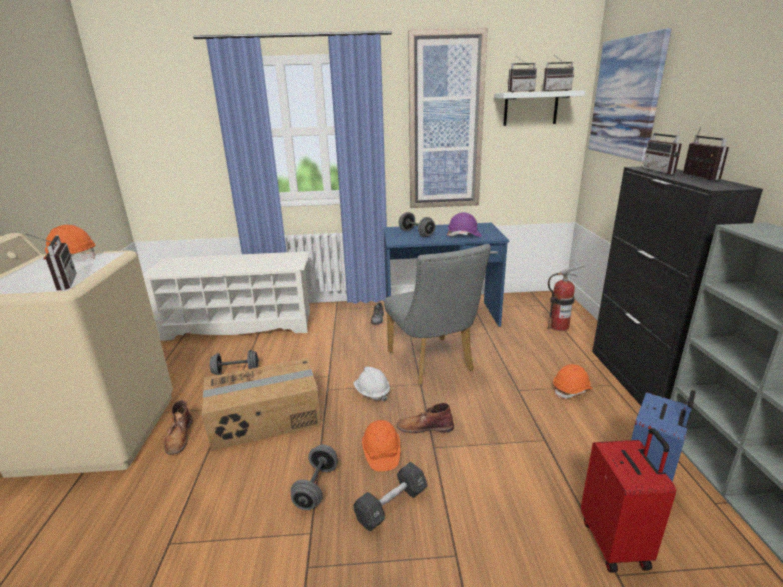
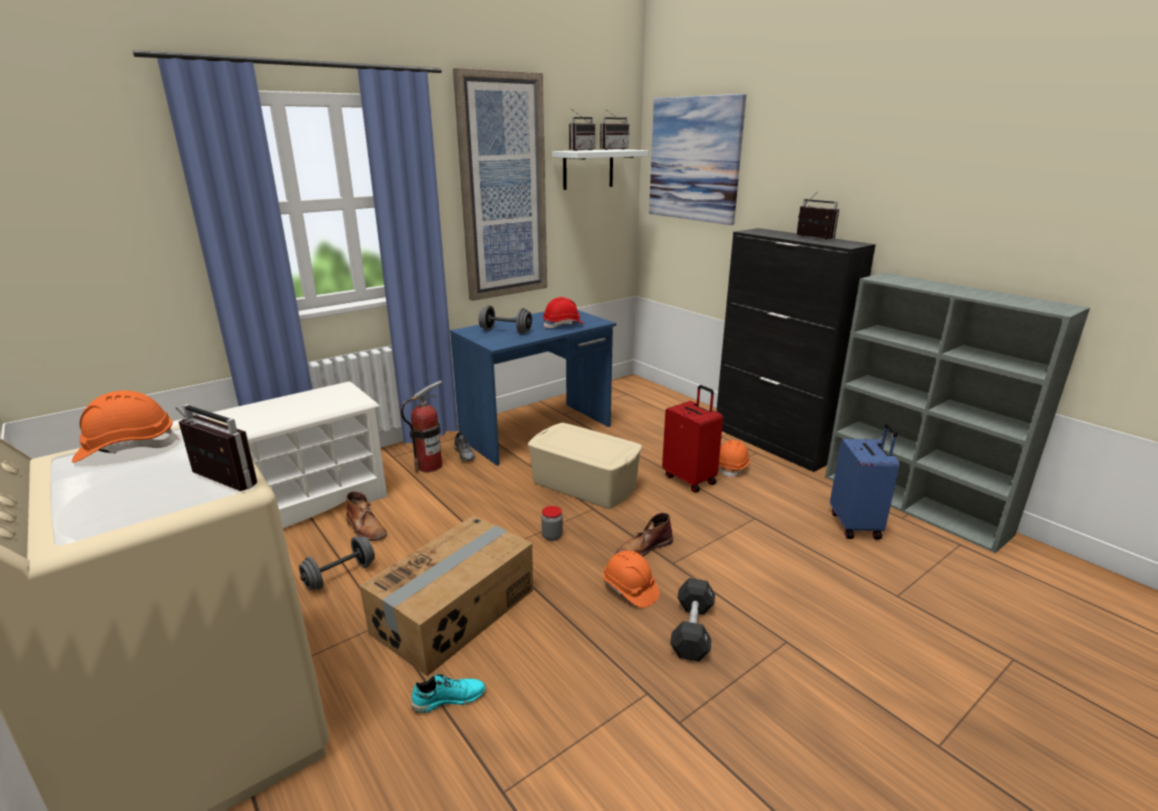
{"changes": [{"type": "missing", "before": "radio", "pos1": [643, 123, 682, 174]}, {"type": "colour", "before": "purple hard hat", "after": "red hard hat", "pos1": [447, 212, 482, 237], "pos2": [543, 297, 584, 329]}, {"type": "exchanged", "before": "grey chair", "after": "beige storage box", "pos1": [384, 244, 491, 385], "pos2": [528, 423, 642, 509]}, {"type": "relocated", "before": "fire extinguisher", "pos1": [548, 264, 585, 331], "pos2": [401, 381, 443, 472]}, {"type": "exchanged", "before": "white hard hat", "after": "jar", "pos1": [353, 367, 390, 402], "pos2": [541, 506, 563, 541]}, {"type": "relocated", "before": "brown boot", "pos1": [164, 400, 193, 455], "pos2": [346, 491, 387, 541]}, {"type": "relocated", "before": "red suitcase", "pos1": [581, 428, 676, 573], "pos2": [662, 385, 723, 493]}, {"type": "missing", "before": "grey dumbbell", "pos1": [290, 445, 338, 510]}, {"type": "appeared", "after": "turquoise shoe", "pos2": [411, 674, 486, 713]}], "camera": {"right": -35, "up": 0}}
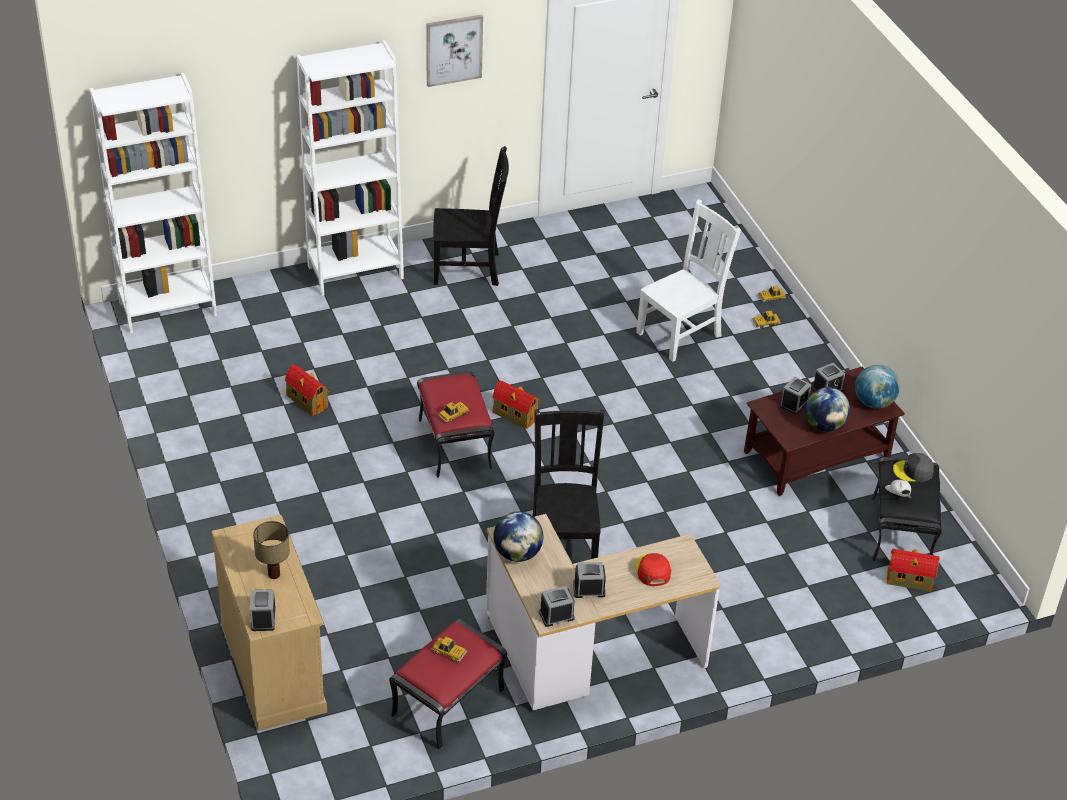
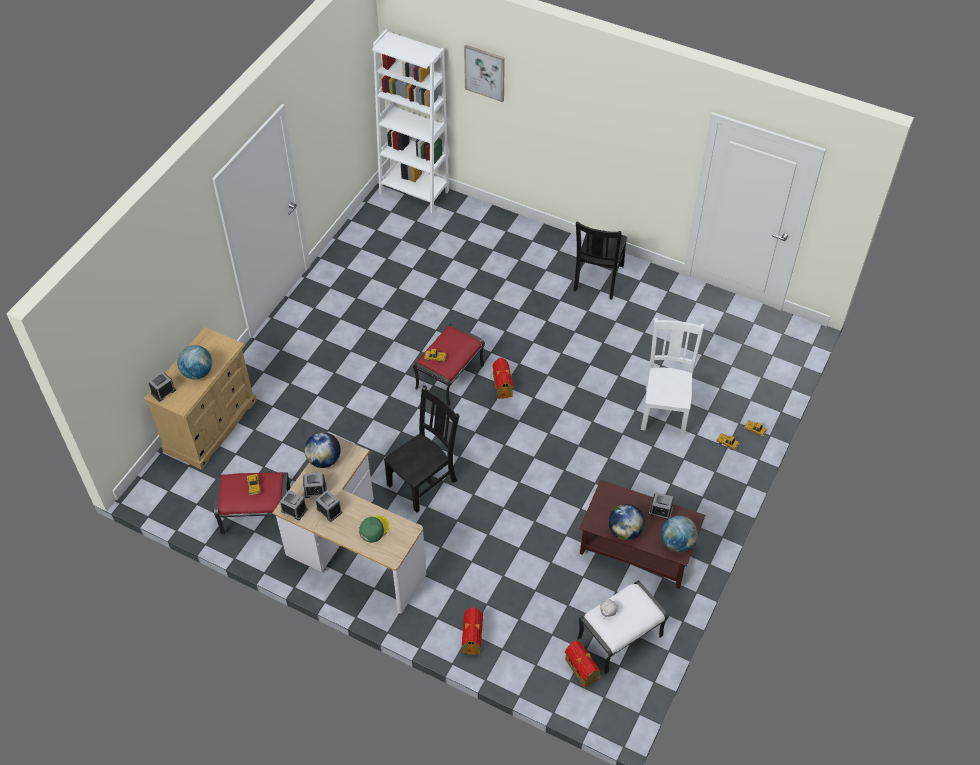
{"changes": [{"type": "relocated", "before": "picture", "pos1": [427, 15, 483, 87], "pos2": [464, 44, 505, 102]}, {"type": "missing", "before": "white bookcase", "pos1": [297, 40, 404, 296]}, {"type": "spun", "before": "black chair", "pos1": [433, 146, 509, 286], "pos2": [573, 221, 627, 299], "turn": 60}, {"type": "spun", "before": "white chair", "pos1": [636, 199, 741, 362], "pos2": [641, 318, 705, 436], "turn": -90}, {"type": "relocated", "before": "toy house", "pos1": [285, 364, 329, 416], "pos2": [462, 607, 483, 654]}, {"type": "relocated", "before": "alarm clock", "pos1": [780, 376, 811, 414], "pos2": [303, 472, 327, 498]}, {"type": "missing", "before": "grey cap", "pos1": [893, 453, 934, 482]}, {"type": "colour", "before": "black ottoman", "after": "white ottoman", "pos1": [872, 457, 942, 561], "pos2": [577, 581, 669, 674]}, {"type": "exchanged", "before": "table lamp", "after": "globe", "pos1": [253, 521, 290, 579], "pos2": [177, 345, 212, 379]}, {"type": "colour", "before": "red cap", "after": "green cap", "pos1": [635, 553, 671, 586], "pos2": [359, 516, 390, 543]}], "camera": {"right": 50, "up": 10}}
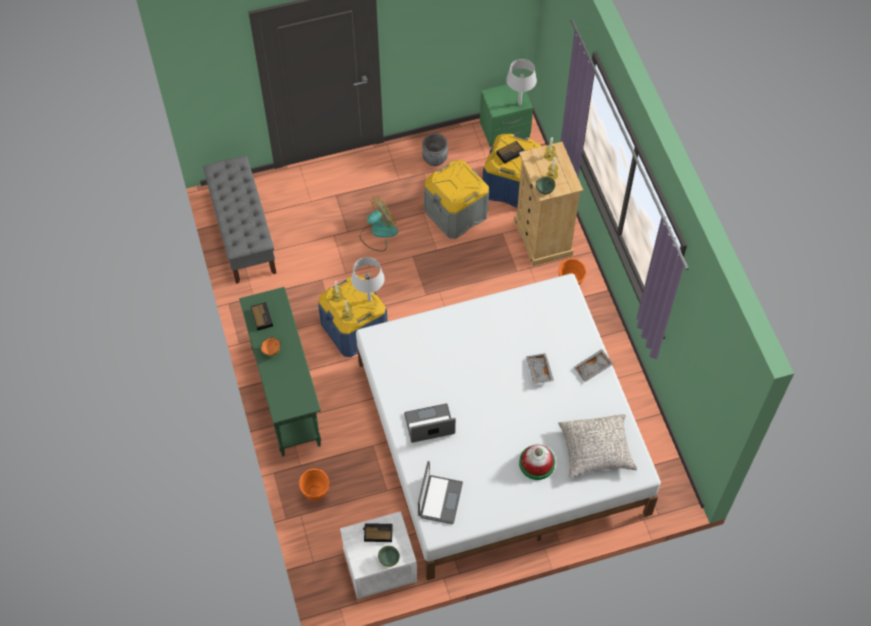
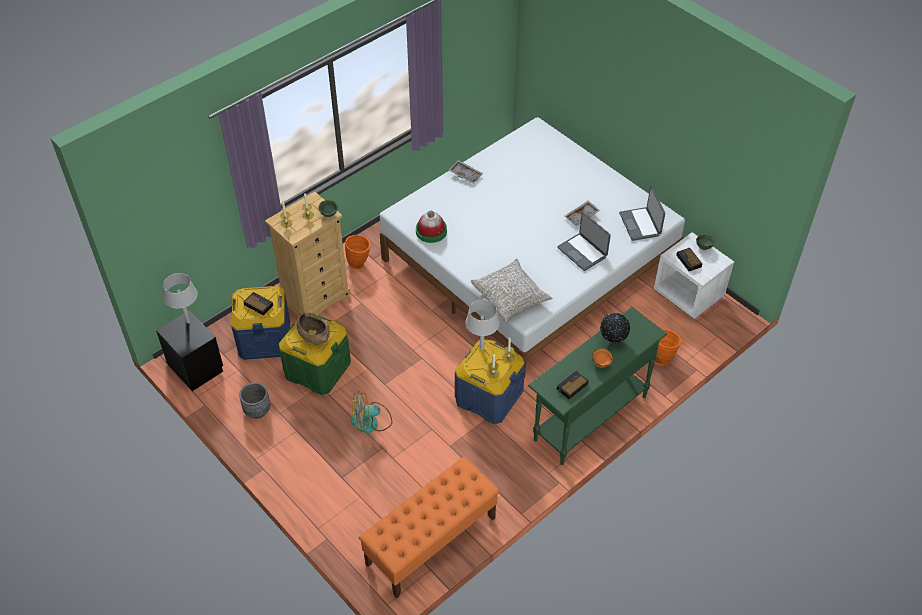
{"changes": [{"type": "colour", "before": "green nightstand", "after": "black nightstand", "pos1": [480, 84, 533, 147], "pos2": [156, 310, 223, 391]}, {"type": "colour", "before": "grey bench", "after": "orange bench", "pos1": [203, 156, 276, 284], "pos2": [359, 457, 500, 598]}, {"type": "colour", "before": "grey storage box", "after": "green storage box", "pos1": [424, 160, 489, 239], "pos2": [279, 313, 351, 395]}, {"type": "spun", "before": "fan", "pos1": [360, 196, 398, 252], "pos2": [350, 391, 393, 433], "turn": -45}, {"type": "relocated", "before": "grey tray", "pos1": [526, 353, 554, 384], "pos2": [565, 201, 600, 226]}, {"type": "relocated", "before": "grey pillow", "pos1": [558, 414, 637, 478], "pos2": [471, 259, 552, 322]}, {"type": "relocated", "before": "hat", "pos1": [519, 445, 555, 480], "pos2": [416, 211, 447, 243]}, {"type": "spun", "before": "laptop", "pos1": [418, 461, 463, 524], "pos2": [619, 186, 665, 241], "turn": -90}, {"type": "appeared", "after": "brown bowl", "pos2": [296, 313, 330, 344]}, {"type": "appeared", "after": "globe", "pos2": [600, 313, 630, 343]}], "camera": {"right": -115, "up": -10}}
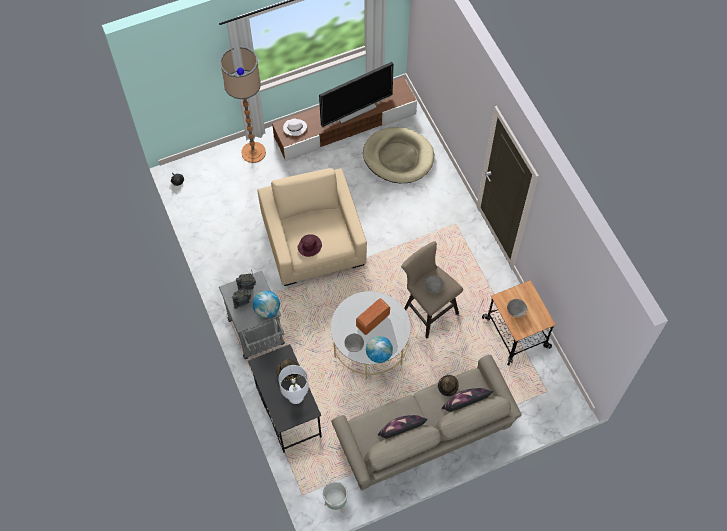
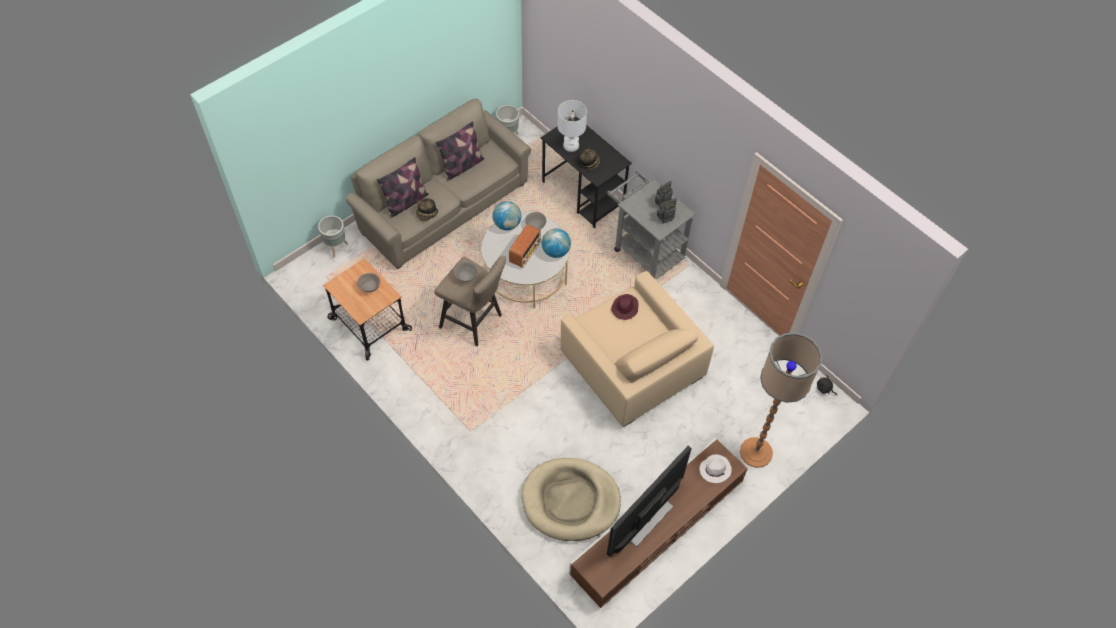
{"changes": [{"type": "relocated", "before": "globe", "pos1": [253, 291, 280, 318], "pos2": [542, 228, 571, 258]}, {"type": "appeared", "after": "grey planter", "pos2": [318, 216, 348, 257]}], "camera": {"right": 160, "up": -5}}
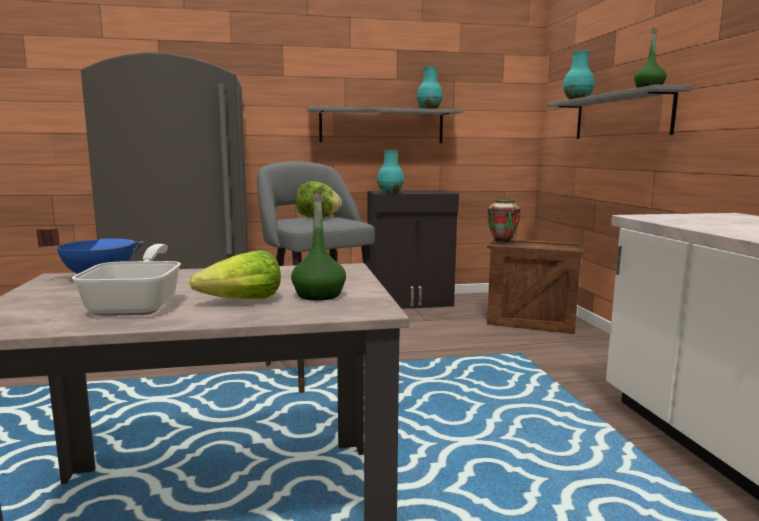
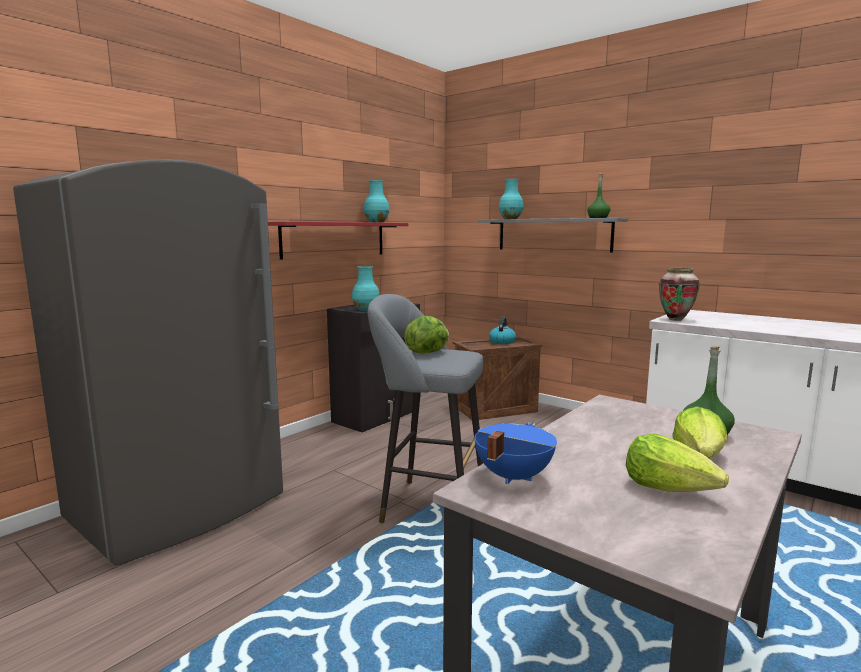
{"changes": [{"type": "colour", "before": "grey shelf", "after": "red shelf", "pos1": [307, 106, 463, 143], "pos2": [268, 221, 408, 260]}, {"type": "relocated", "before": "vase", "pos1": [487, 198, 521, 245], "pos2": [659, 268, 700, 321]}, {"type": "exchanged", "before": "frying pan", "after": "lettuce", "pos1": [72, 244, 181, 316], "pos2": [626, 433, 729, 492]}, {"type": "appeared", "after": "kettle", "pos2": [489, 317, 516, 344]}], "camera": {"right": -40, "up": 0}}
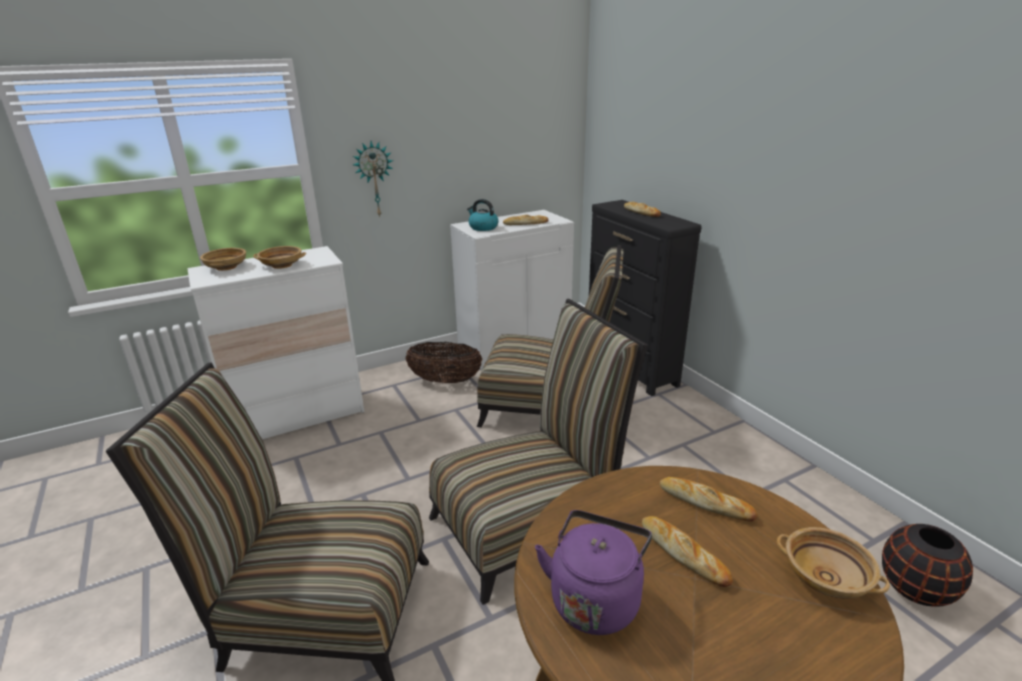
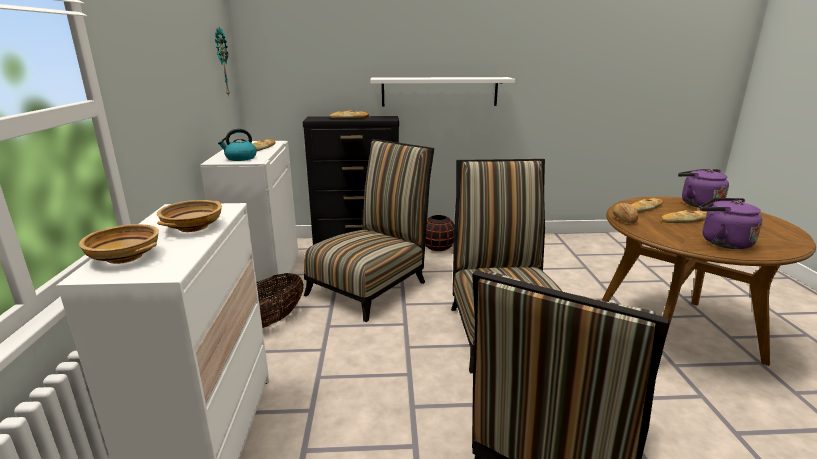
{"changes": [{"type": "relocated", "before": "wall clock", "pos1": [353, 141, 393, 218], "pos2": [215, 27, 230, 97]}, {"type": "relocated", "before": "black vase", "pos1": [882, 524, 973, 607], "pos2": [425, 215, 454, 251]}, {"type": "exchanged", "before": "beige bowl", "after": "purple kettle", "pos1": [777, 527, 890, 599], "pos2": [678, 169, 729, 208]}, {"type": "appeared", "after": "white shelf", "pos2": [370, 77, 515, 107]}, {"type": "appeared", "after": "bread", "pos2": [613, 203, 639, 224]}], "camera": {"right": -65, "up": -5}}
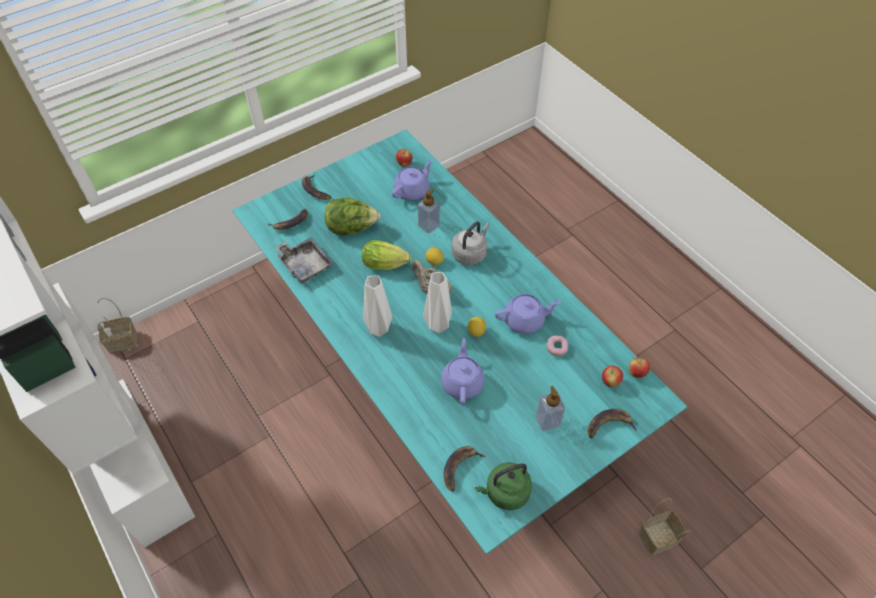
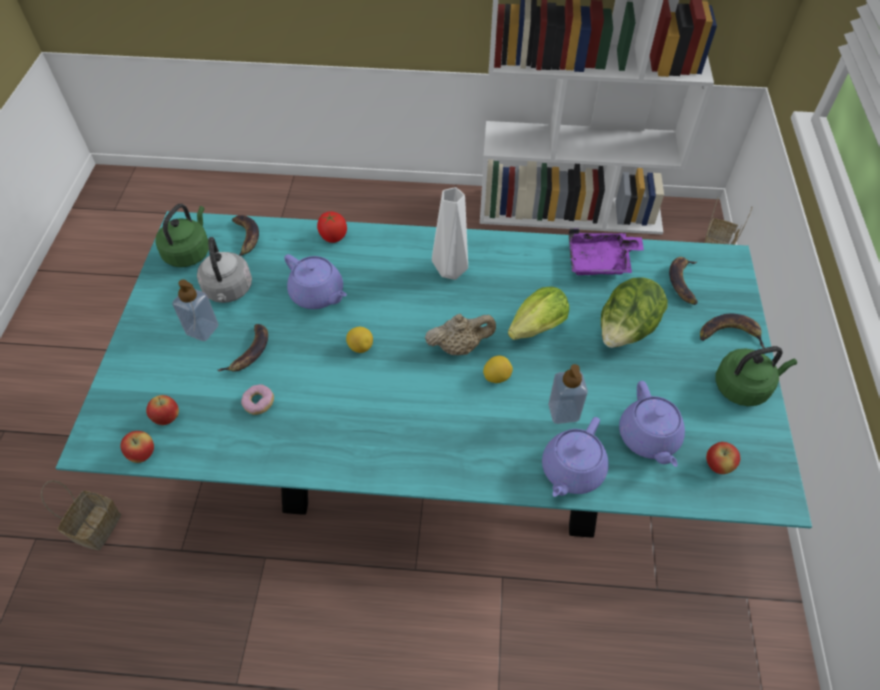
{"changes": [{"type": "relocated", "before": "grey kettle", "pos1": [451, 221, 489, 265], "pos2": [197, 237, 252, 303]}, {"type": "colour", "before": "grey tray", "after": "purple tray", "pos1": [275, 237, 334, 283], "pos2": [569, 228, 644, 275]}, {"type": "missing", "before": "white vase", "pos1": [423, 272, 452, 333]}, {"type": "relocated", "before": "purple teapot", "pos1": [495, 294, 561, 334], "pos2": [542, 417, 609, 497]}, {"type": "relocated", "before": "banana", "pos1": [588, 409, 638, 438], "pos2": [217, 324, 268, 372]}, {"type": "appeared", "after": "tomato", "pos2": [317, 211, 347, 243]}, {"type": "appeared", "after": "green kettle", "pos2": [716, 346, 797, 406]}], "camera": {"right": 130, "up": 0}}
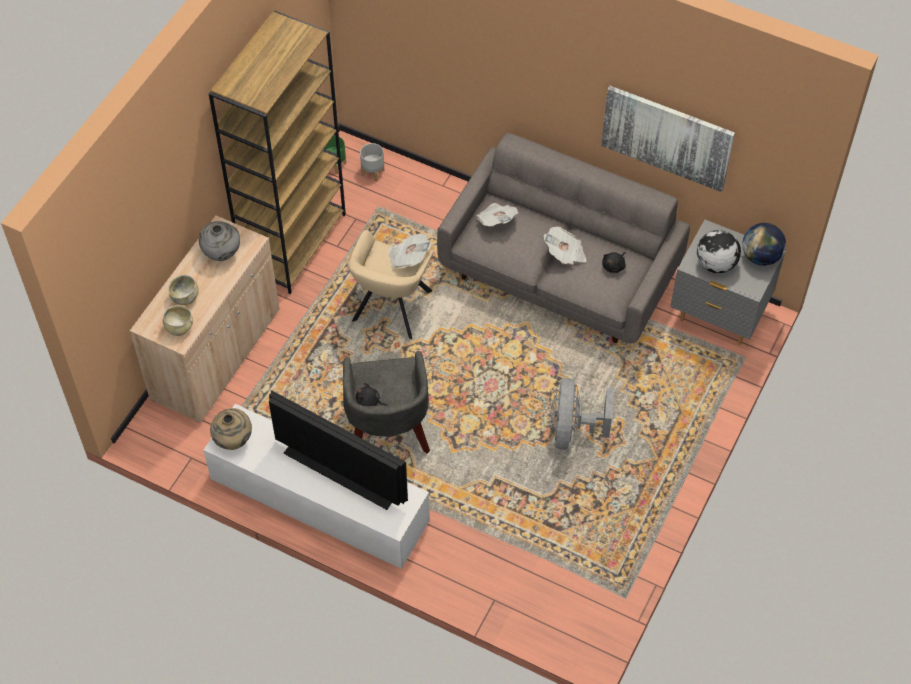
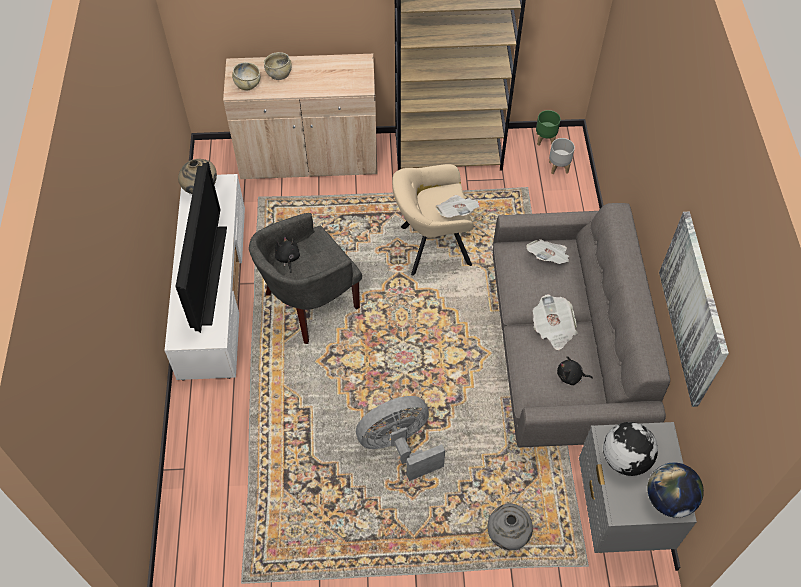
{"changes": [{"type": "relocated", "before": "grey vase", "pos1": [199, 221, 240, 261], "pos2": [488, 504, 533, 550]}], "camera": {"right": 60, "up": 0}}
